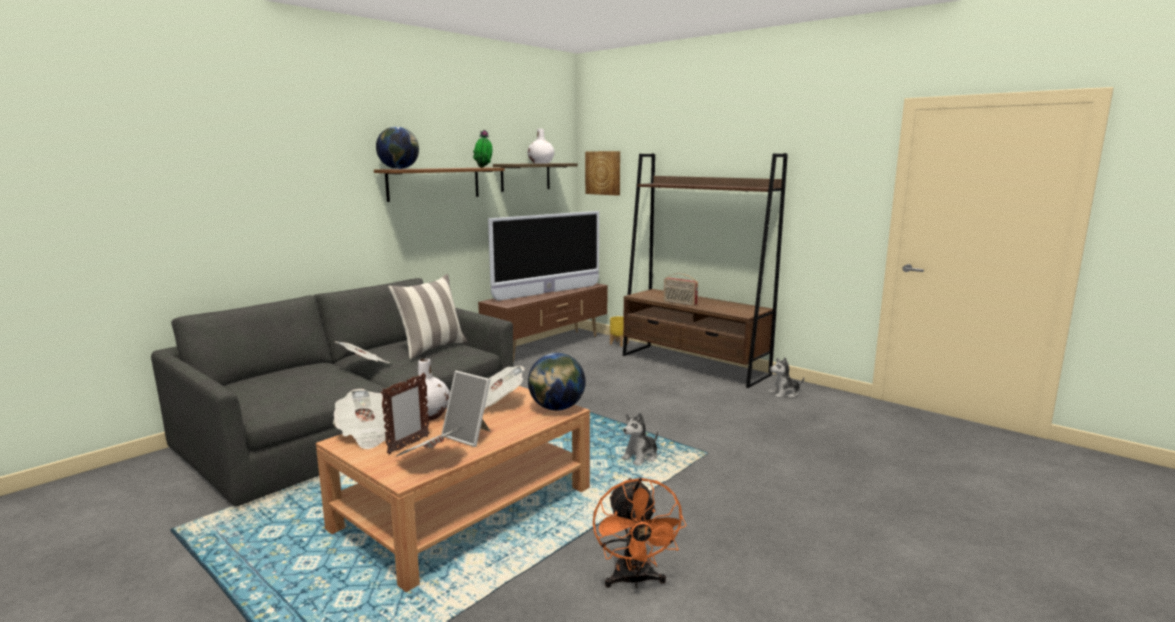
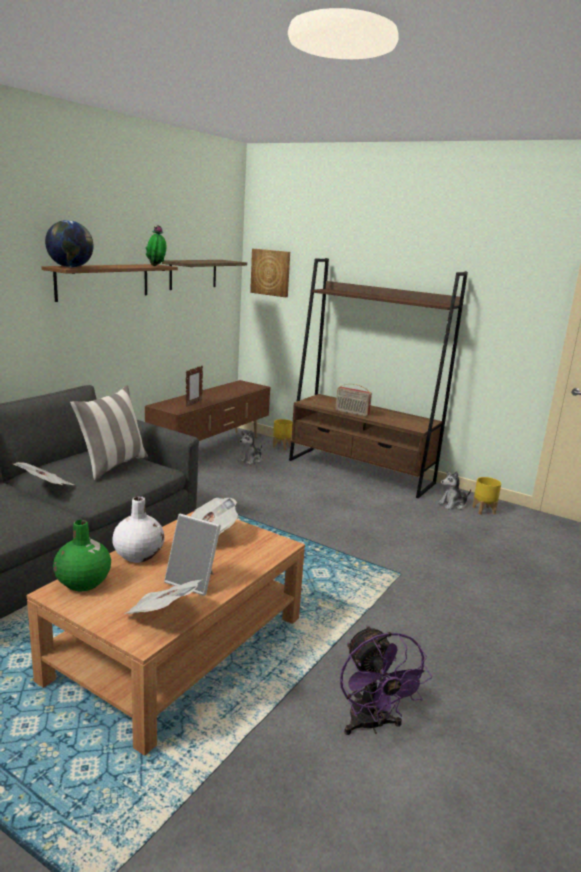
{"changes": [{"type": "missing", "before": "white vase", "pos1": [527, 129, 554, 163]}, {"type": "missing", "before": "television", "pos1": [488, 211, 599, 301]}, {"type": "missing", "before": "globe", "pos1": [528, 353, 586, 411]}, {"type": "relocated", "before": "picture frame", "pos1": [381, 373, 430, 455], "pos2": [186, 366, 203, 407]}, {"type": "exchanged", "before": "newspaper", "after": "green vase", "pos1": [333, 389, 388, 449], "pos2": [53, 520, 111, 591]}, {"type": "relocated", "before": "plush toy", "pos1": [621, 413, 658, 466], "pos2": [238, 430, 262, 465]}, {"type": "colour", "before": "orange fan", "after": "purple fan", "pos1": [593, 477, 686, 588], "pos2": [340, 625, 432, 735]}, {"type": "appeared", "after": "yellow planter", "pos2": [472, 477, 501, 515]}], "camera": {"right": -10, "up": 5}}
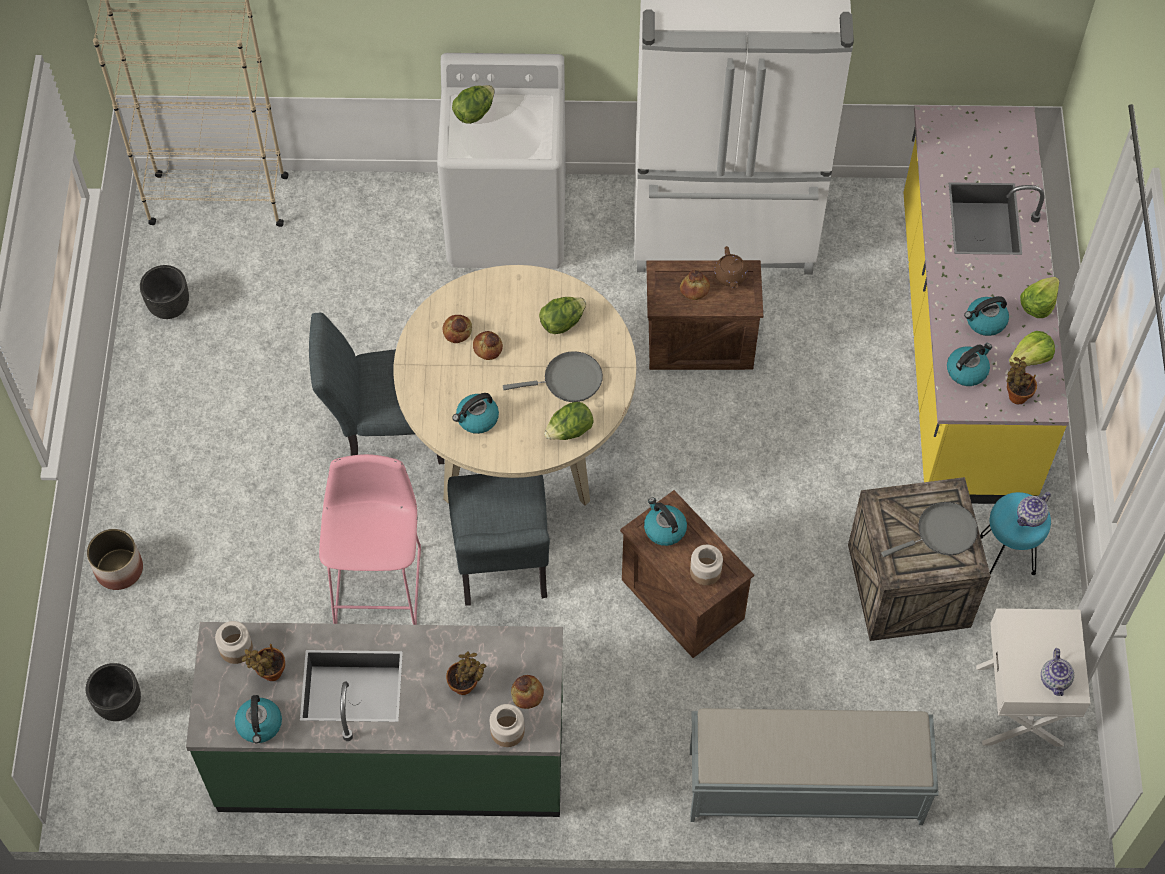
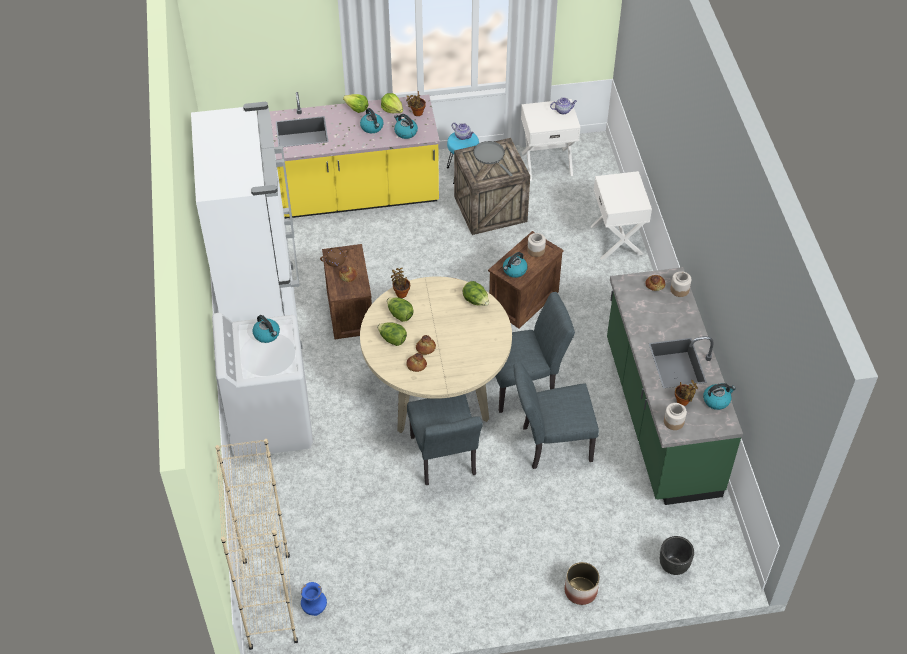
{"changes": [{"type": "relocated", "before": "lettuce", "pos1": [452, 85, 495, 124], "pos2": [377, 322, 407, 346]}, {"type": "missing", "before": "black planter", "pos1": [140, 265, 189, 319]}, {"type": "missing", "before": "grey frying pan", "pos1": [503, 351, 603, 402]}, {"type": "relocated", "before": "kettle", "pos1": [452, 393, 499, 434], "pos2": [253, 315, 280, 343]}, {"type": "exchanged", "before": "pink stool", "after": "grey chair", "pos1": [319, 454, 421, 625], "pos2": [514, 363, 599, 469]}, {"type": "relocated", "before": "potted plant", "pos1": [446, 651, 486, 695], "pos2": [391, 268, 410, 298]}, {"type": "exchanged", "before": "grey bench", "after": "white nightstand", "pos1": [690, 708, 939, 825], "pos2": [591, 171, 652, 260]}, {"type": "appeared", "after": "blue vase", "pos2": [301, 582, 327, 616]}], "camera": {"right": -100, "up": -10}}
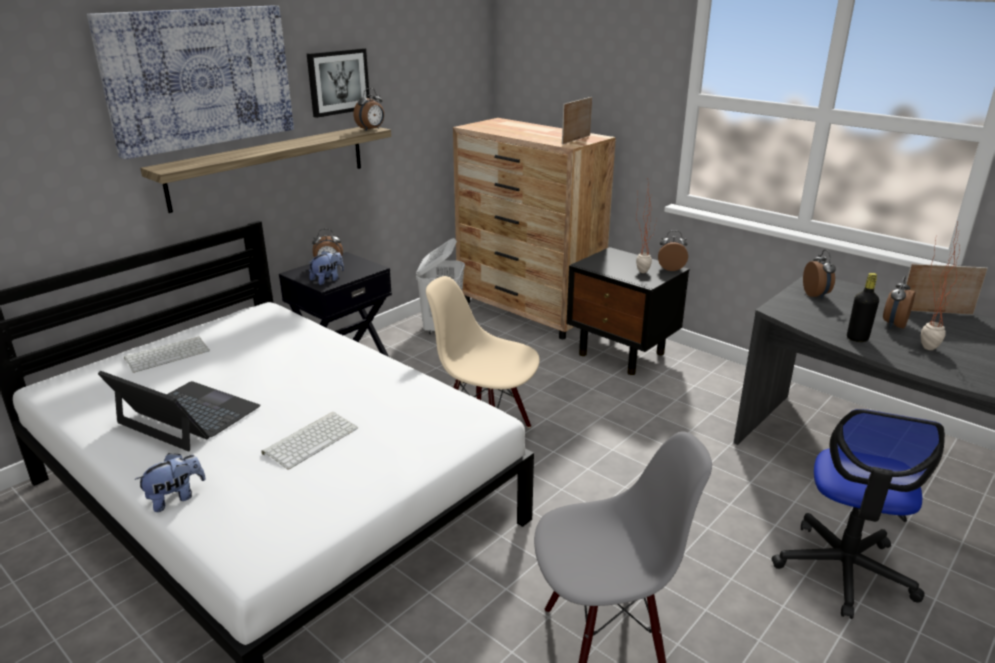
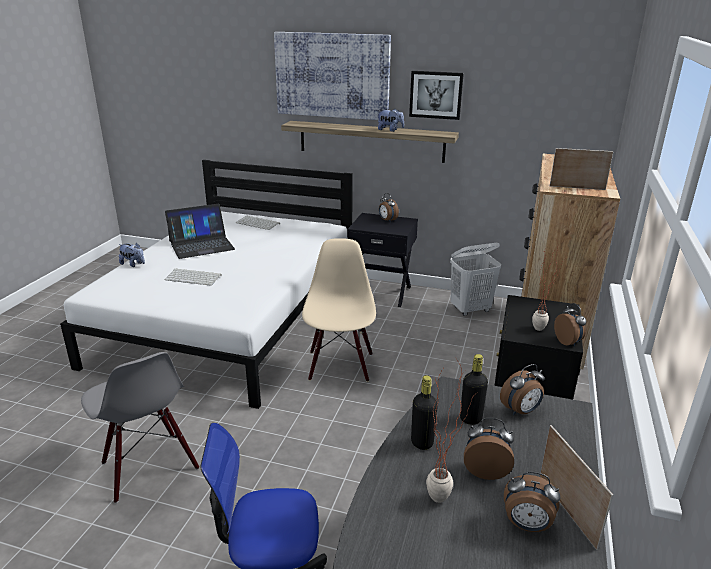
{"changes": [{"type": "relocated", "before": "alarm clock", "pos1": [354, 88, 384, 130], "pos2": [504, 471, 560, 532]}, {"type": "relocated", "before": "plush toy", "pos1": [308, 250, 344, 285], "pos2": [377, 109, 404, 132]}, {"type": "spun", "before": "laptop", "pos1": [98, 371, 261, 451], "pos2": [165, 204, 235, 259], "turn": 60}, {"type": "appeared", "after": "black bottle", "pos2": [460, 354, 488, 425]}], "camera": {"right": 65, "up": 0}}
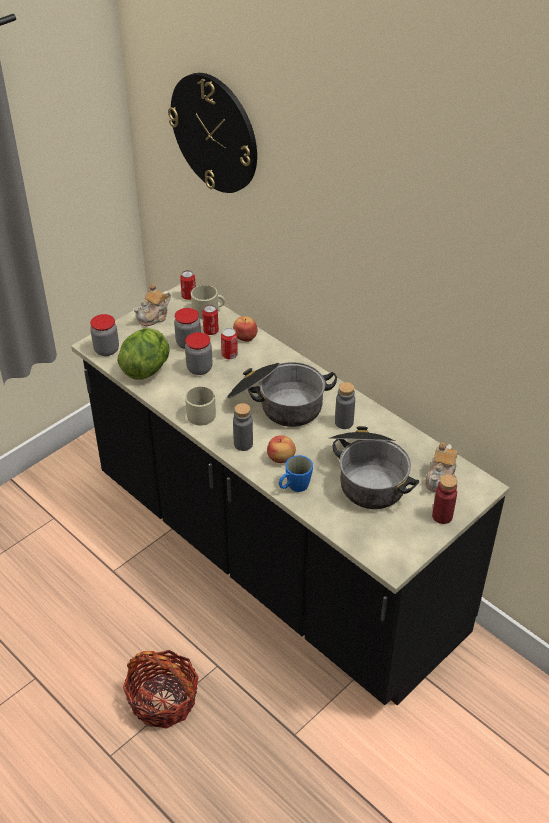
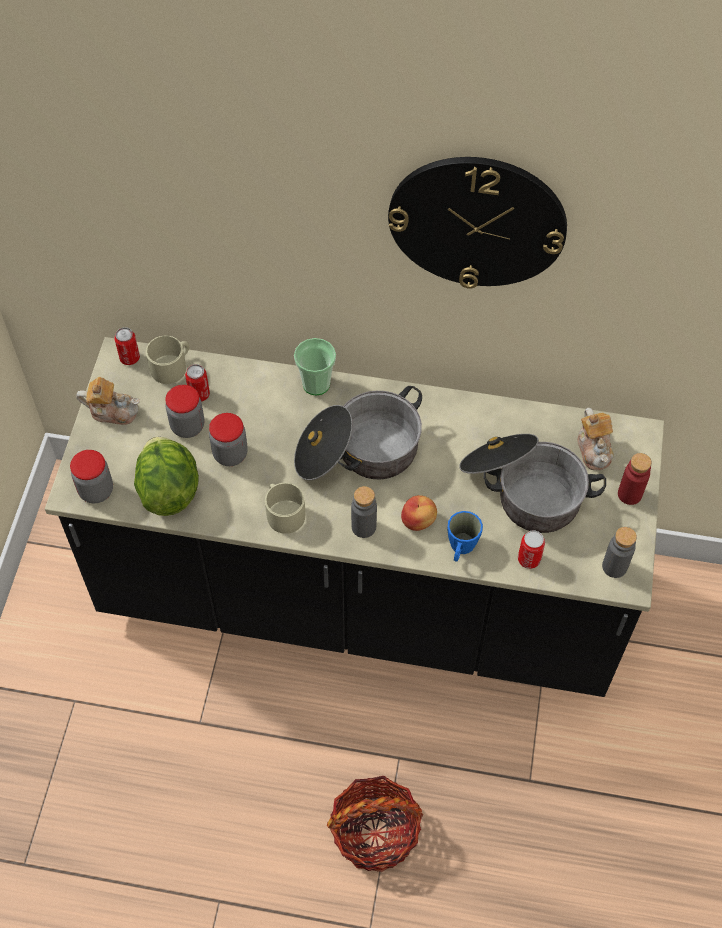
{"changes": [{"type": "relocated", "before": "wall clock", "pos1": [168, 73, 257, 193], "pos2": [388, 157, 567, 289]}, {"type": "spun", "before": "teapot", "pos1": [133, 284, 171, 326], "pos2": [76, 377, 140, 425], "turn": -90}, {"type": "missing", "before": "apple", "pos1": [233, 316, 258, 342]}, {"type": "relocated", "before": "can", "pos1": [221, 328, 238, 359], "pos2": [518, 530, 545, 569]}, {"type": "relocated", "before": "grey bottle", "pos1": [335, 382, 355, 429], "pos2": [602, 527, 637, 578]}, {"type": "appeared", "after": "cup", "pos2": [294, 338, 336, 396]}], "camera": {"right": -35, "up": 15}}
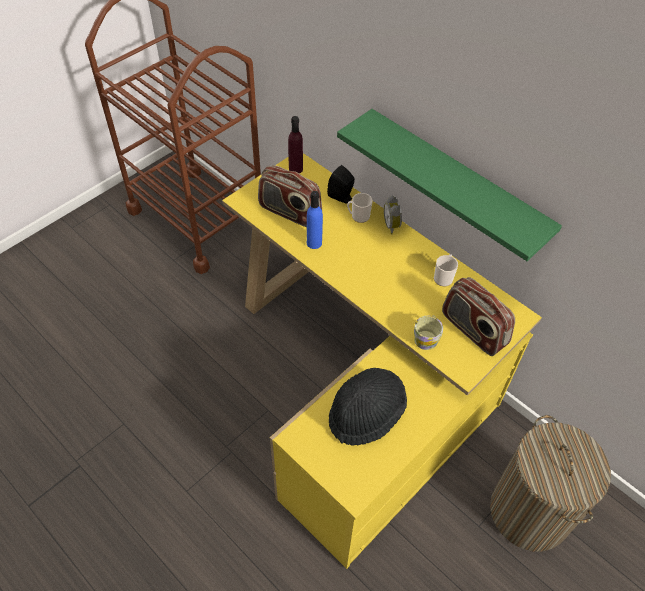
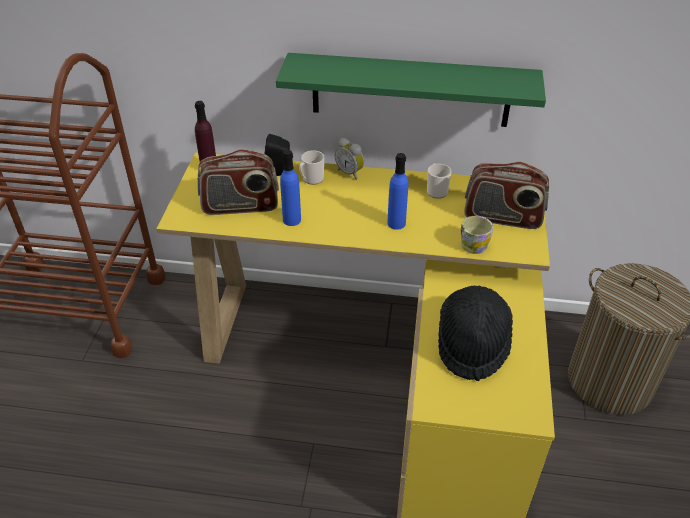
{"changes": [{"type": "appeared", "after": "blue bottle", "pos2": [387, 153, 408, 230]}], "camera": {"right": -35, "up": -10}}
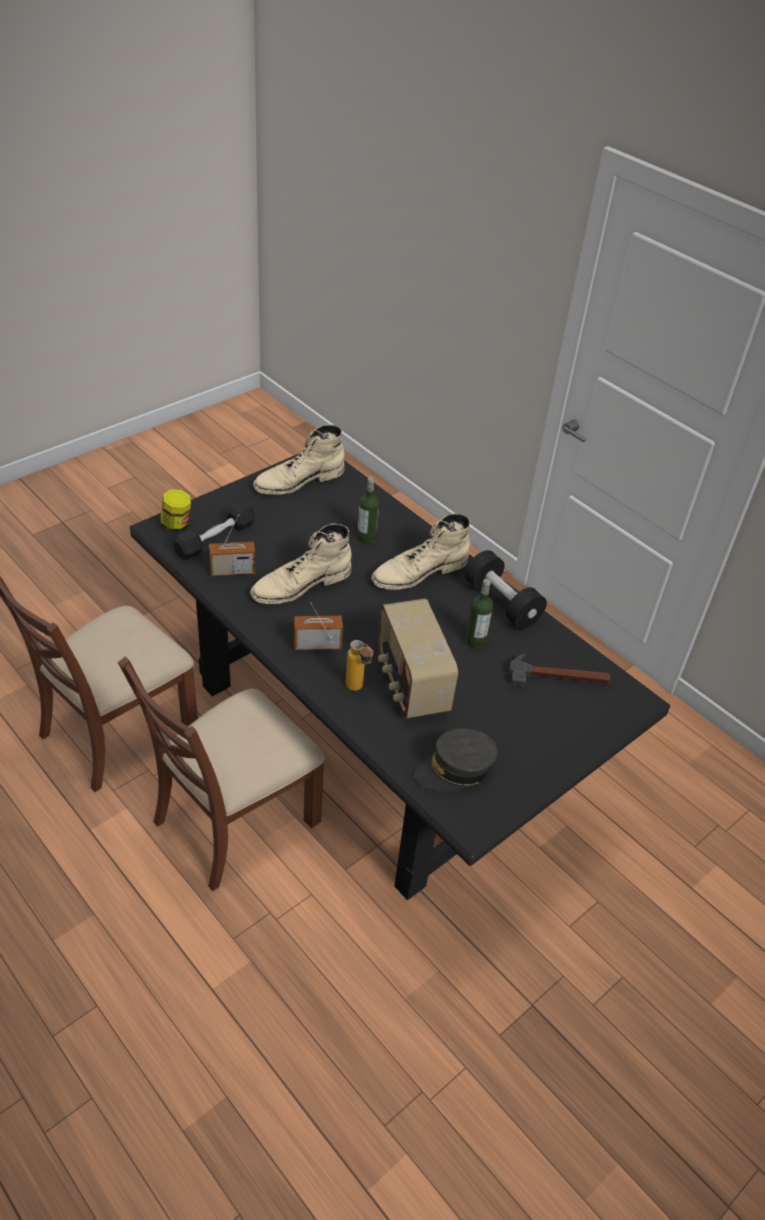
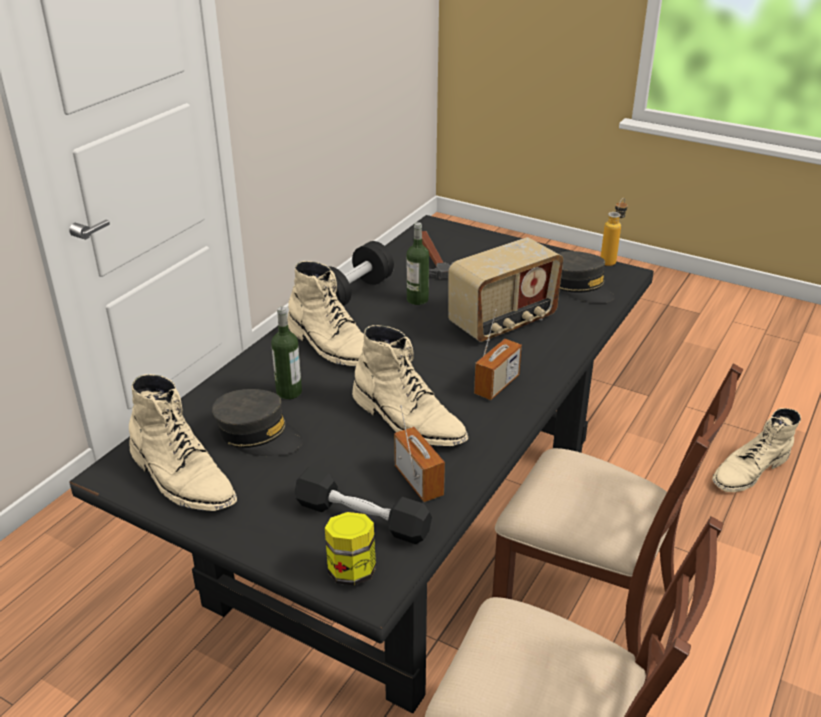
{"changes": [{"type": "spun", "before": "radio", "pos1": [294, 602, 343, 650], "pos2": [474, 309, 522, 400], "turn": -120}, {"type": "relocated", "before": "bottle", "pos1": [346, 640, 374, 691], "pos2": [601, 198, 628, 266]}, {"type": "appeared", "after": "grey cap", "pos2": [212, 389, 303, 456]}, {"type": "appeared", "after": "beige boot", "pos2": [712, 408, 801, 492]}], "camera": {"right": -105, "up": -10}}
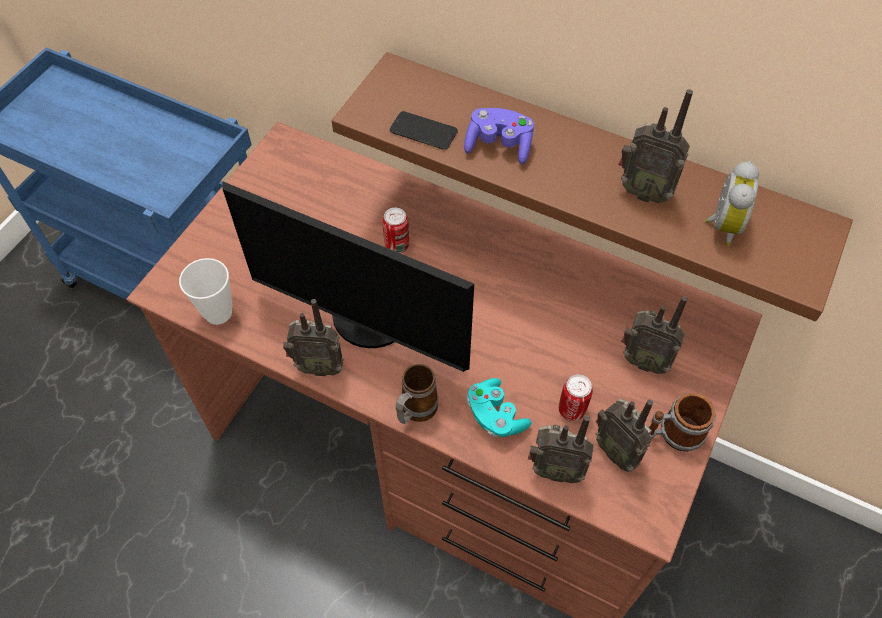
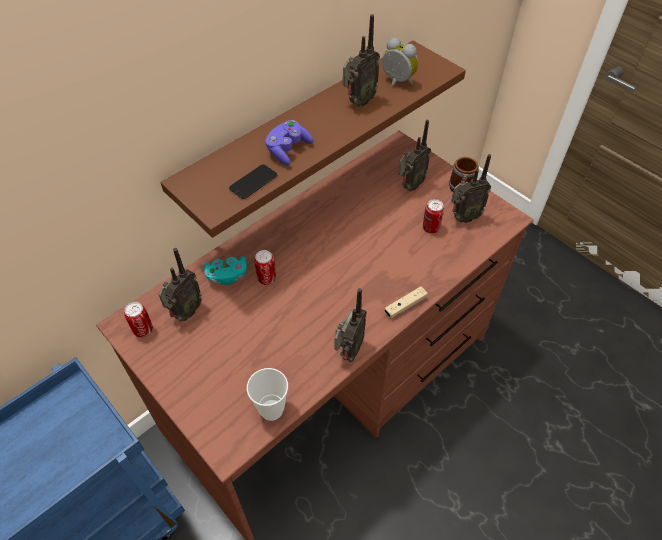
{"changes": [{"type": "missing", "before": "monitor", "pos1": [222, 181, 474, 372]}, {"type": "exchanged", "before": "mug", "after": "beige game controller", "pos1": [395, 364, 438, 424], "pos2": [384, 286, 428, 318]}, {"type": "relocated", "before": "turquoise game controller", "pos1": [467, 378, 532, 437], "pos2": [204, 256, 247, 285]}, {"type": "relocated", "before": "radio", "pos1": [528, 415, 593, 483], "pos2": [159, 248, 202, 321]}, {"type": "appeared", "after": "can", "pos2": [124, 302, 153, 338]}], "camera": {"right": -70, "up": -5}}
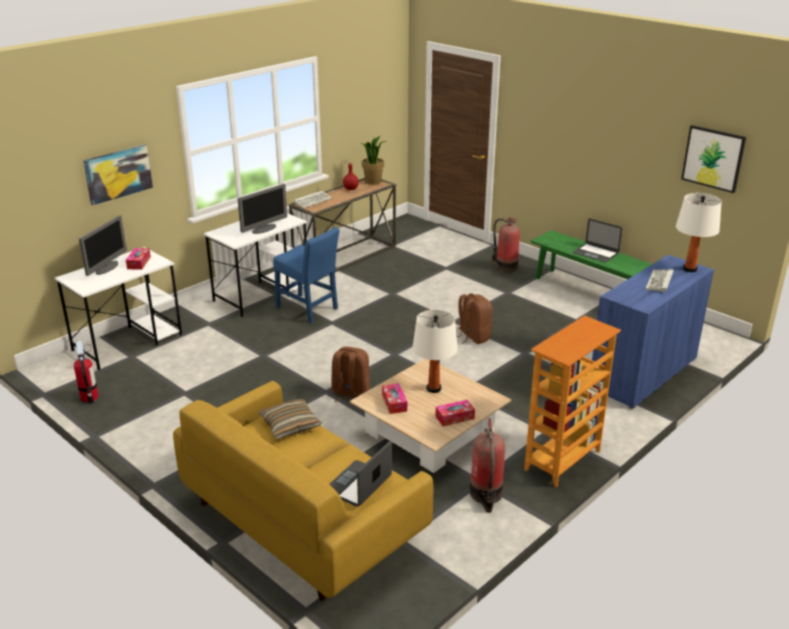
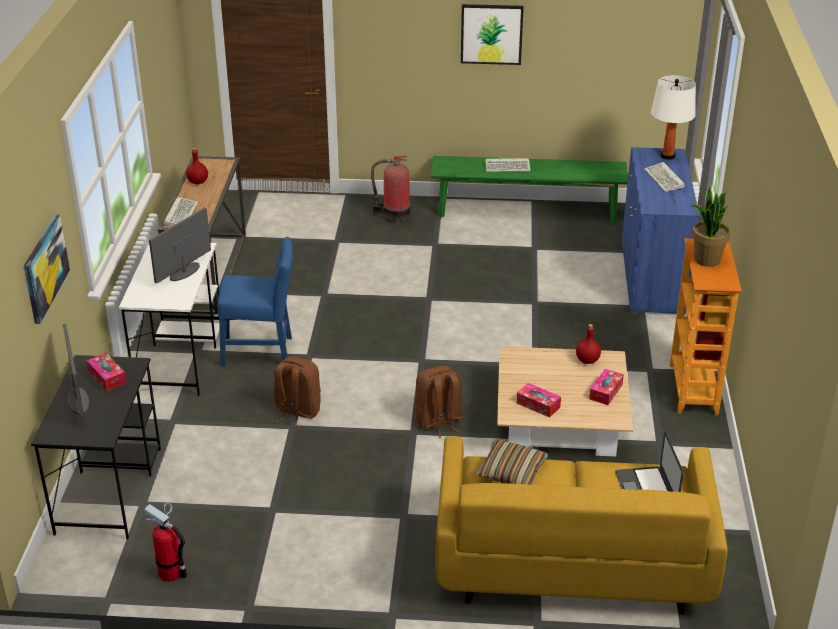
{"changes": [{"type": "relocated", "before": "picture", "pos1": [681, 125, 746, 193], "pos2": [461, 4, 524, 65]}, {"type": "relocated", "before": "potted plant", "pos1": [360, 136, 386, 185], "pos2": [690, 186, 731, 267]}, {"type": "spun", "before": "monitor", "pos1": [238, 184, 287, 234], "pos2": [149, 208, 211, 283], "turn": -150}, {"type": "exchanged", "before": "laptop", "after": "keyboard", "pos1": [573, 219, 622, 263], "pos2": [485, 158, 530, 172]}, {"type": "colour", "before": "white desk", "after": "black desk", "pos1": [54, 247, 182, 370], "pos2": [31, 355, 161, 539]}, {"type": "relocated", "before": "brown backpack", "pos1": [457, 294, 492, 344], "pos2": [274, 356, 321, 428]}, {"type": "missing", "before": "white table lamp", "pos1": [412, 310, 458, 393]}, {"type": "missing", "before": "fire extinguisher", "pos1": [470, 418, 505, 513]}, {"type": "appeared", "after": "red bottle", "pos2": [576, 324, 601, 364]}], "camera": {"right": -40, "up": 5}}
